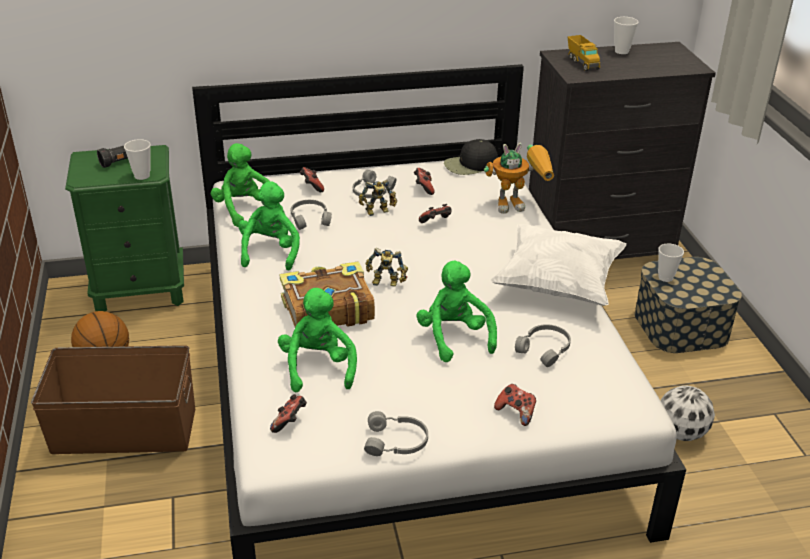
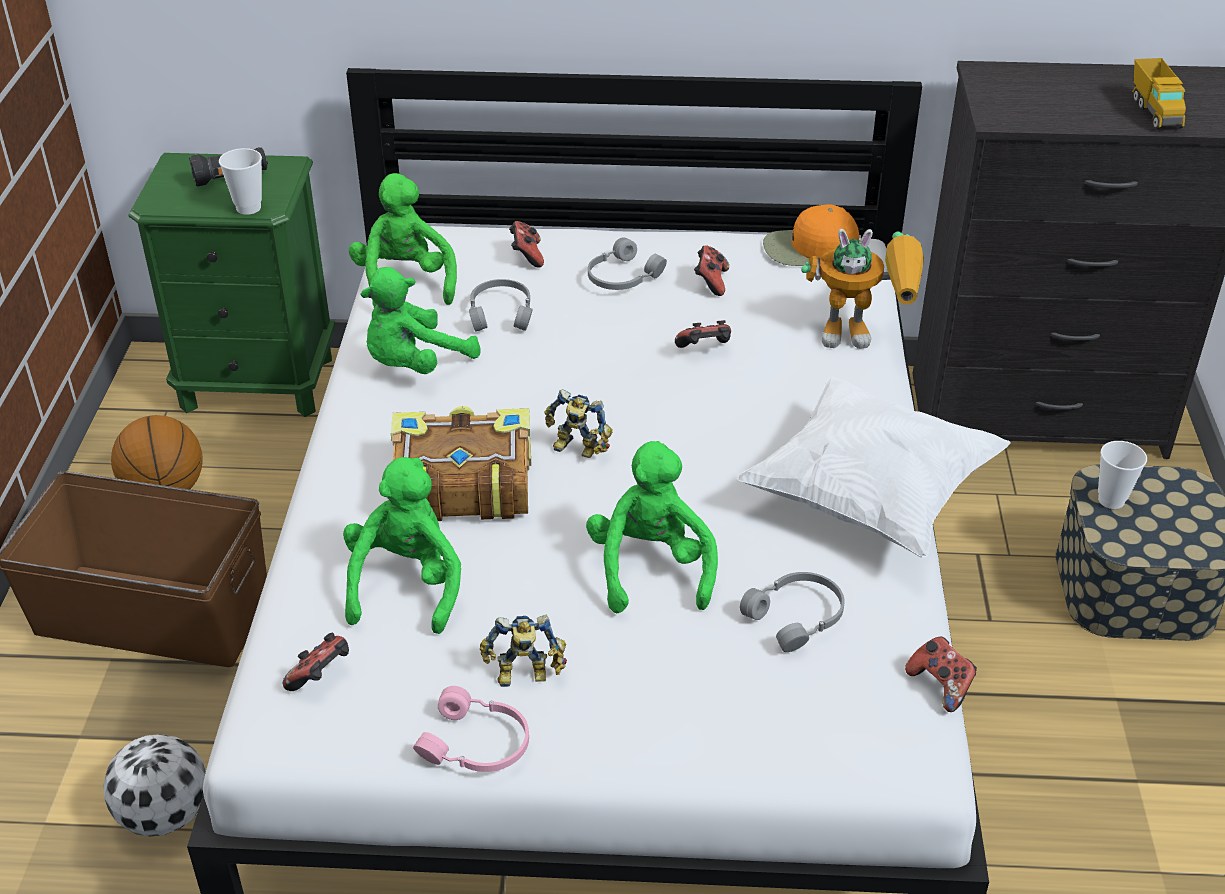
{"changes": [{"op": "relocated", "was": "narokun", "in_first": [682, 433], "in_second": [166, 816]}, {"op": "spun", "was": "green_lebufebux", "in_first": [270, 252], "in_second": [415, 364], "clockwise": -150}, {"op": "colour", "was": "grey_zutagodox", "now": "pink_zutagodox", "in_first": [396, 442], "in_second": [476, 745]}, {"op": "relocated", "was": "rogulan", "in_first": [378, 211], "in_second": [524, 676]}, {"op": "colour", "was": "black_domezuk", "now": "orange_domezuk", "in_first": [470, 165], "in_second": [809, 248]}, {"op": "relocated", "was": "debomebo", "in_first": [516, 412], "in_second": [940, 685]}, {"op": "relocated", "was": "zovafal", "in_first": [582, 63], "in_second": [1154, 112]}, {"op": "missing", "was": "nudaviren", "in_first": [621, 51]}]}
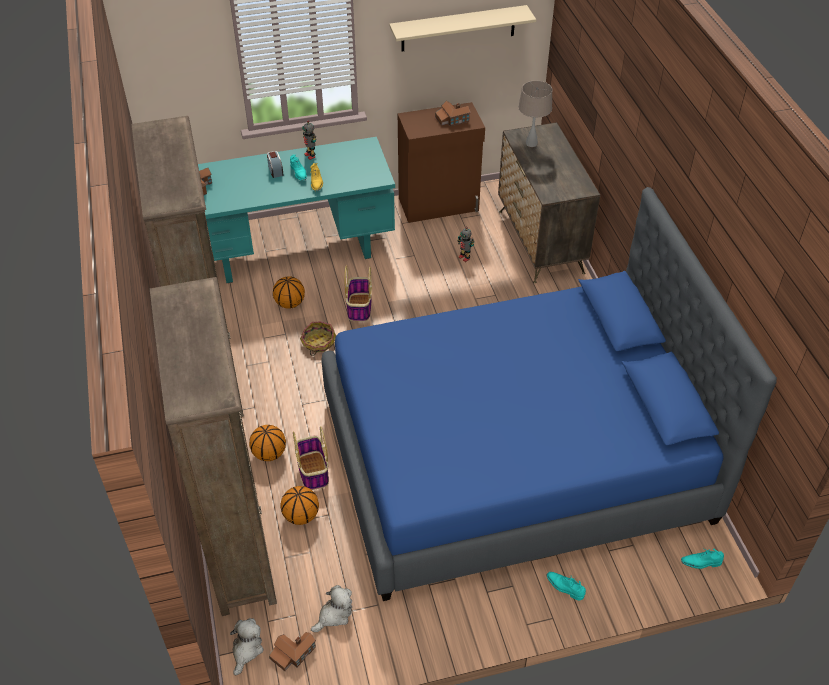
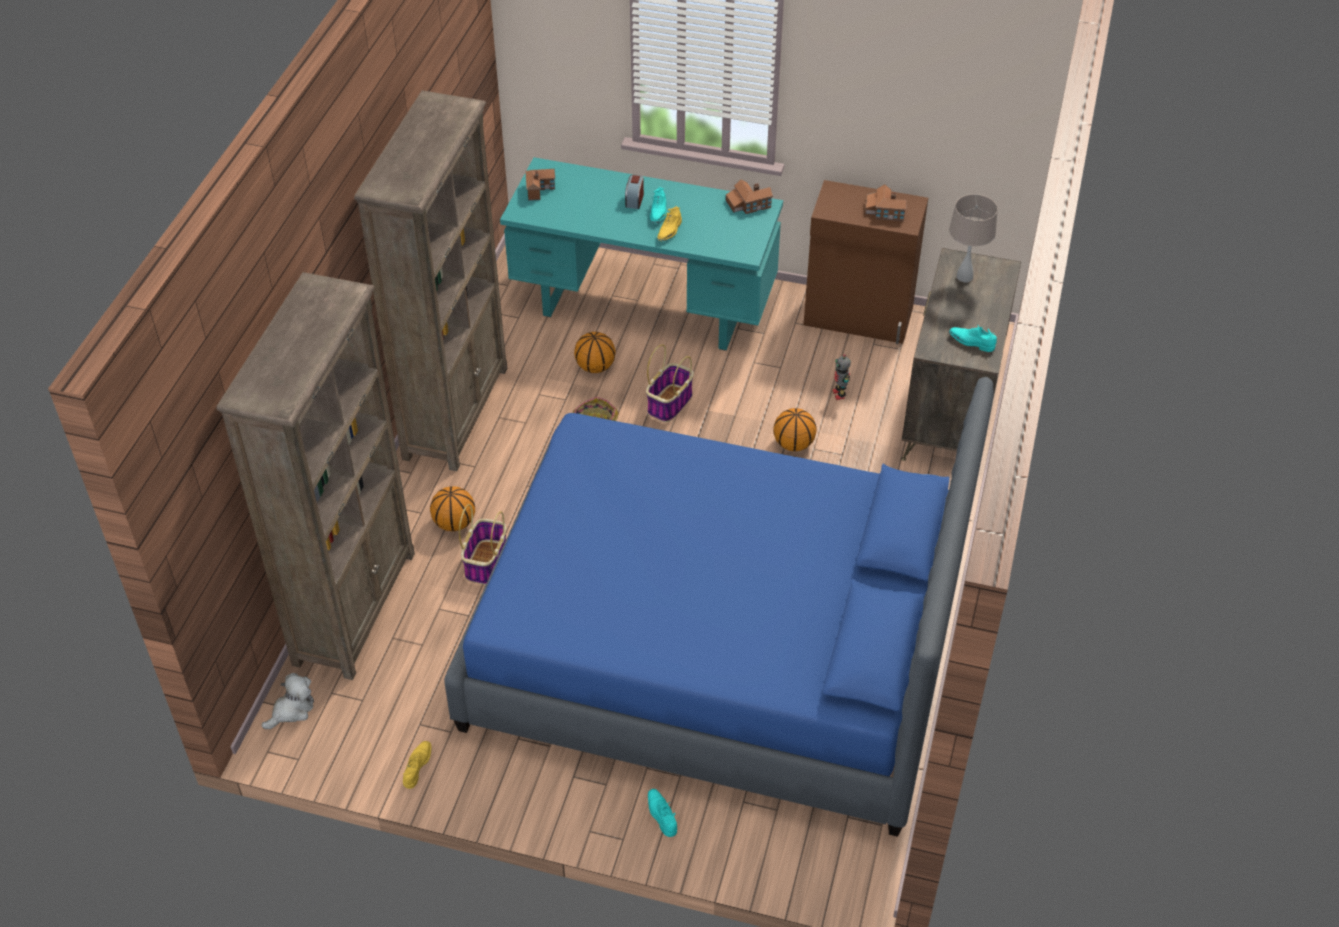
{"changes": [{"op": "appeared", "now": "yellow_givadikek", "in_second": [417, 766]}, {"op": "relocated", "was": "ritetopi", "in_first": [293, 653], "in_second": [748, 204]}, {"op": "relocated", "was": "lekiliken", "in_first": [301, 516], "in_second": [794, 444]}, {"op": "relocated", "was": "turquoise_givadikek", "in_first": [701, 562], "in_second": [971, 342]}, {"op": "missing", "was": "rogulan", "in_first": [310, 155]}, {"op": "missing", "was": "lebufebux", "in_first": [334, 615]}, {"op": "missing", "was": "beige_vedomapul", "in_first": [458, 28]}]}
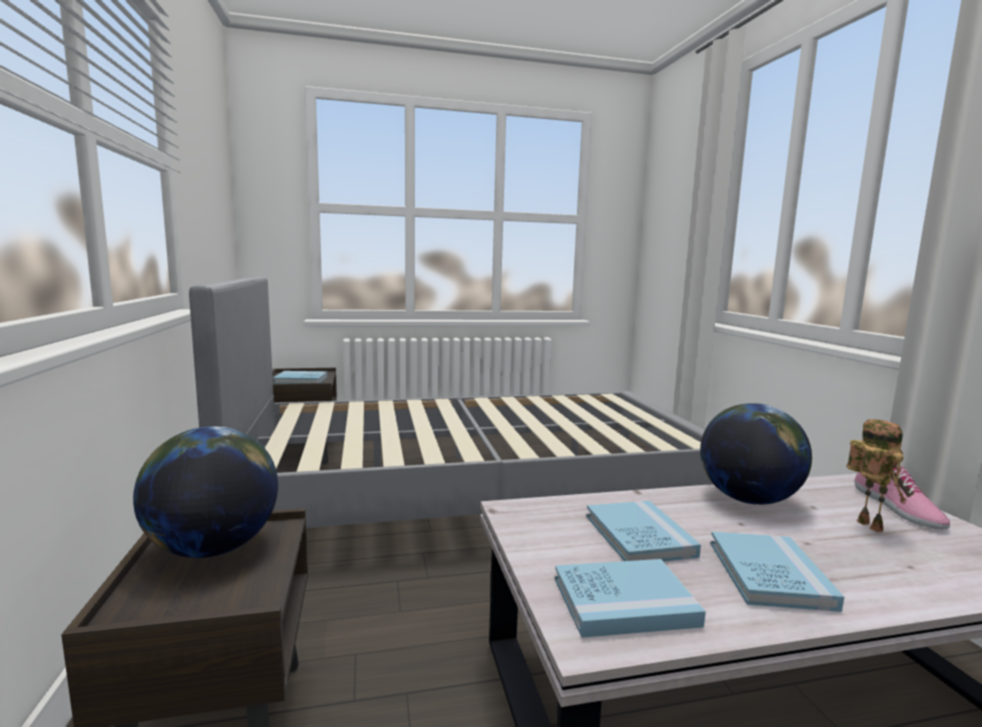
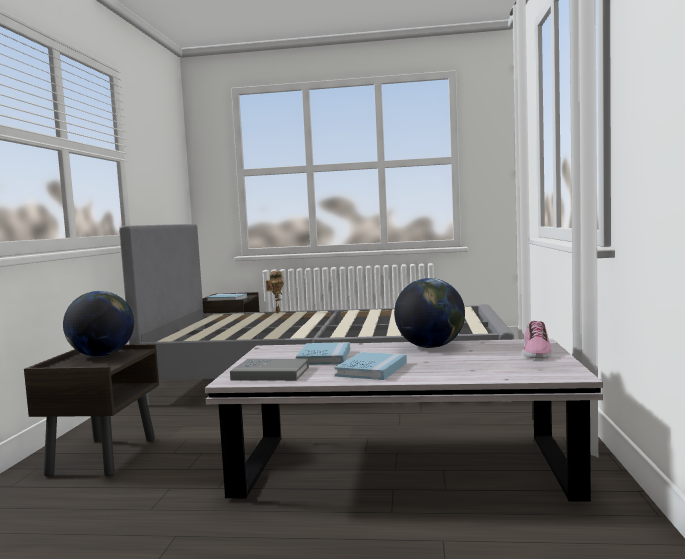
{"changes": [{"op": "colour", "was": "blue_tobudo", "now": "grey_tobudo", "in_first": [624, 602], "in_second": [271, 373]}, {"op": "relocated", "was": "rogulan", "in_first": [865, 525], "in_second": [276, 312]}]}
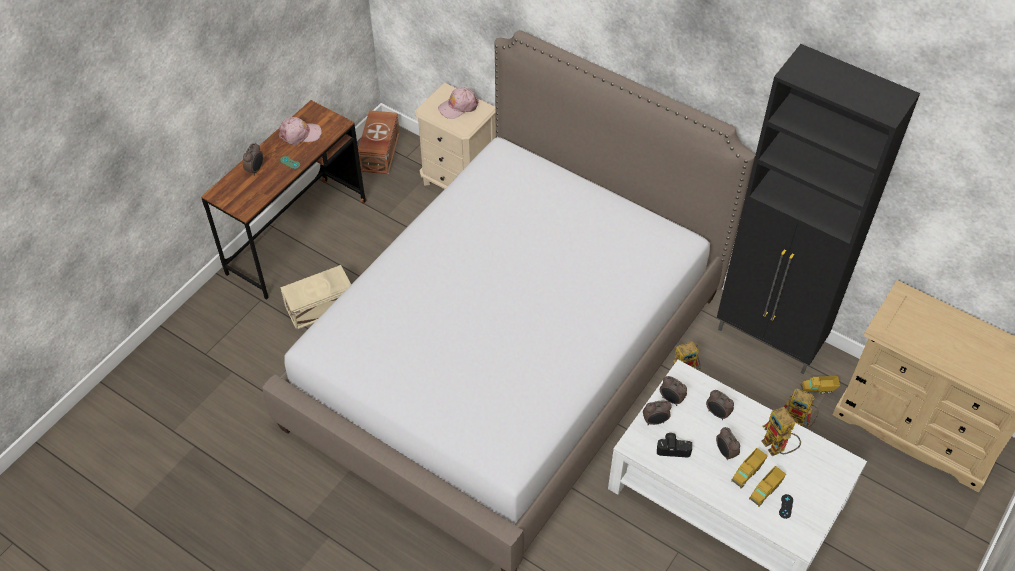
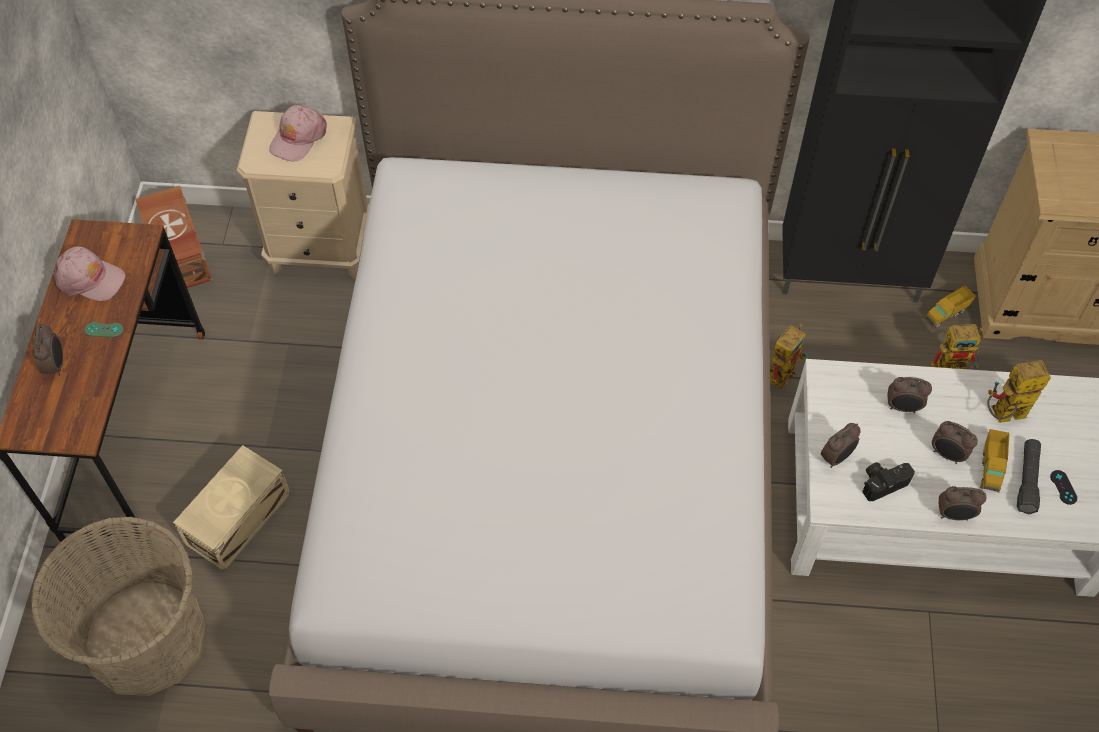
{"changes": [{"op": "appeared", "now": "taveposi", "in_second": [145, 637]}, {"op": "spun", "was": "pink_domezuk", "in_first": [300, 134], "in_second": [90, 279], "clockwise": 60}, {"op": "relocated", "was": "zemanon", "in_first": [671, 399], "in_second": [954, 515]}, {"op": "spun", "was": "rogulan", "in_first": [777, 448], "in_second": [1002, 416], "clockwise": 135}, {"op": "exchanged", "was": "zovafal", "now": "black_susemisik", "in_first": [765, 491], "in_second": [1027, 480]}]}
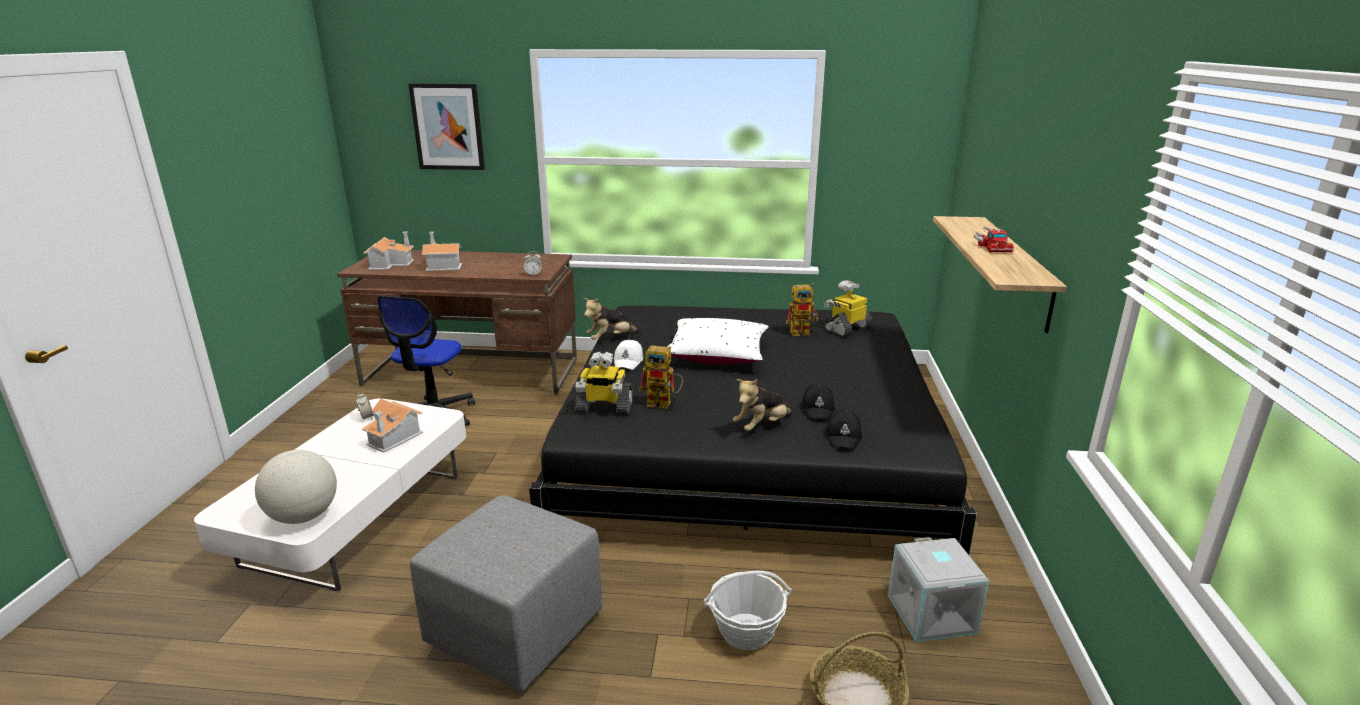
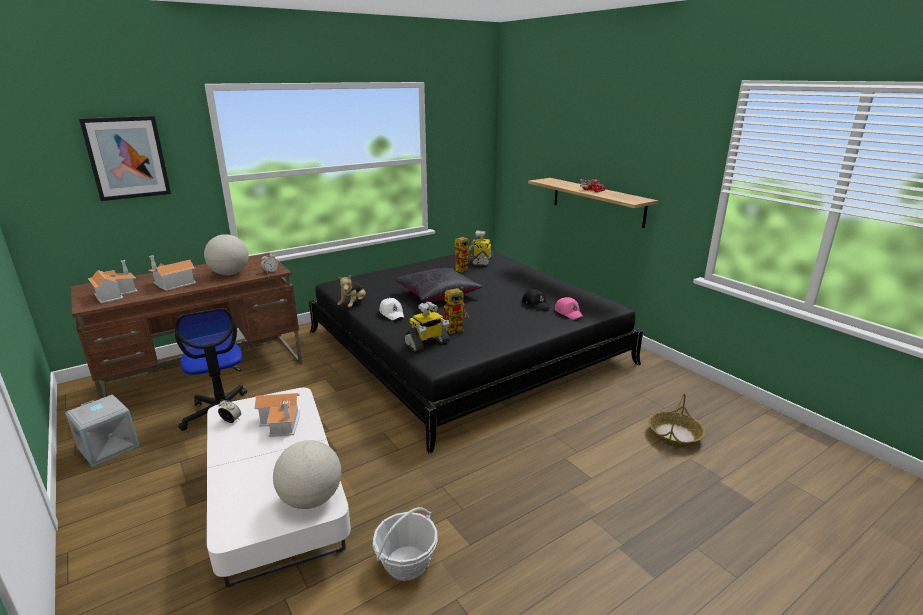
{"changes": [{"op": "relocated", "was": "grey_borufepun", "in_first": [933, 614], "in_second": [109, 446]}, {"op": "appeared", "now": "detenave", "in_second": [230, 274]}, {"op": "relocated", "was": "taveposi", "in_first": [746, 631], "in_second": [406, 563]}, {"op": "colour", "was": "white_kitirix", "now": "black_kitirix", "in_first": [716, 355], "in_second": [438, 294]}, {"op": "colour", "was": "black_domezuk", "now": "pink_domezuk", "in_first": [844, 436], "in_second": [568, 313]}, {"op": "missing", "was": "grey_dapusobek", "in_first": [513, 629]}, {"op": "missing", "was": "lebufebux", "in_first": [762, 426]}]}
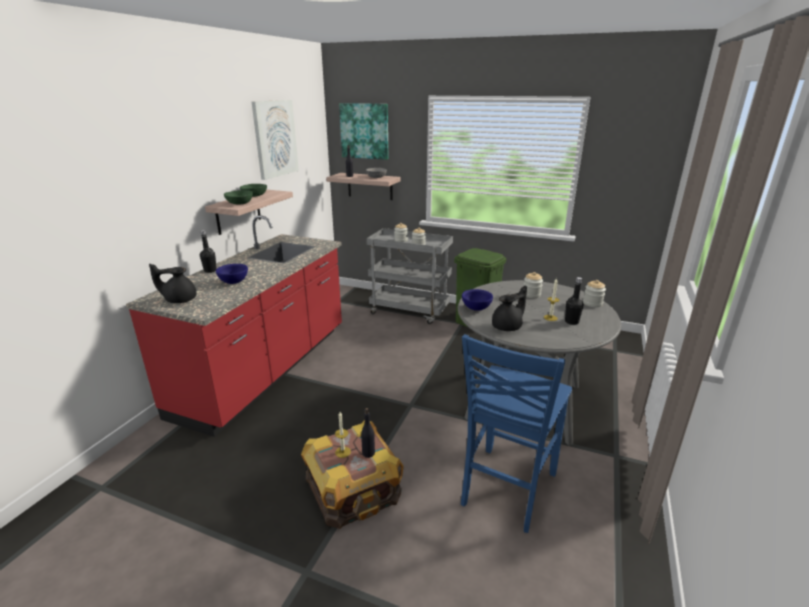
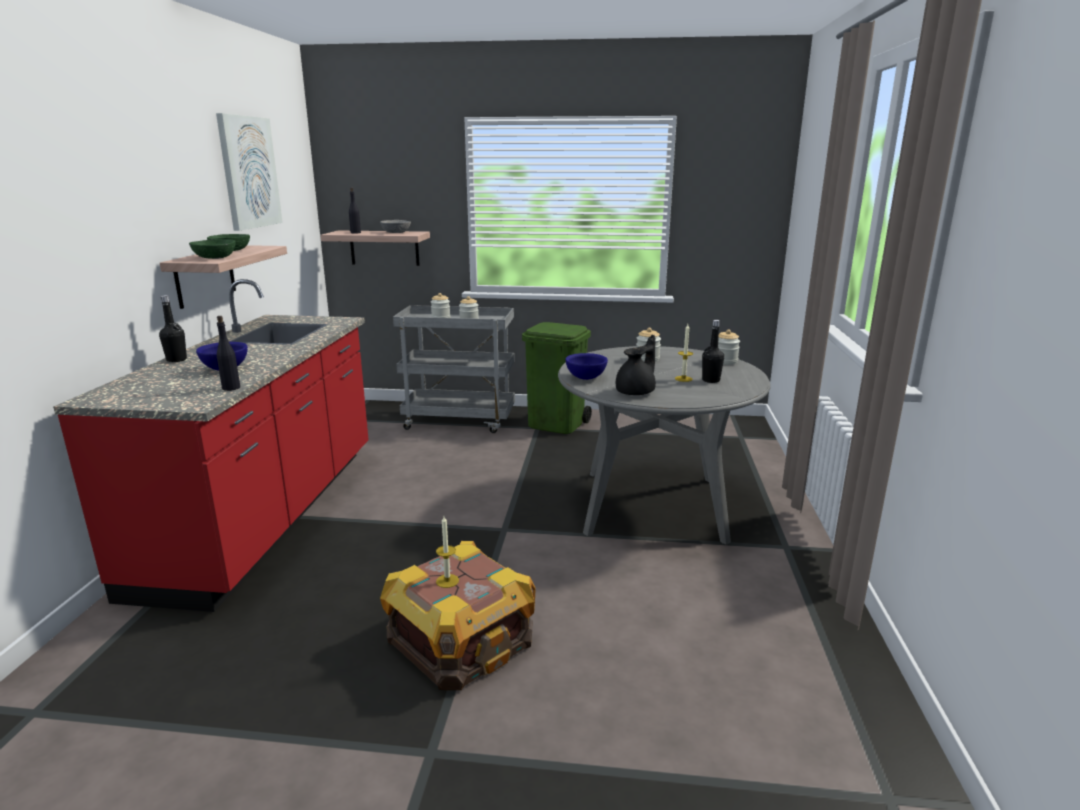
{"changes": [{"op": "relocated", "was": "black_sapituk", "in_first": [368, 453], "in_second": [231, 388]}, {"op": "missing", "was": "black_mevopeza", "in_first": [179, 299]}, {"op": "missing", "was": "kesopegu", "in_first": [364, 131]}, {"op": "missing", "was": "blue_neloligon", "in_first": [506, 489]}]}
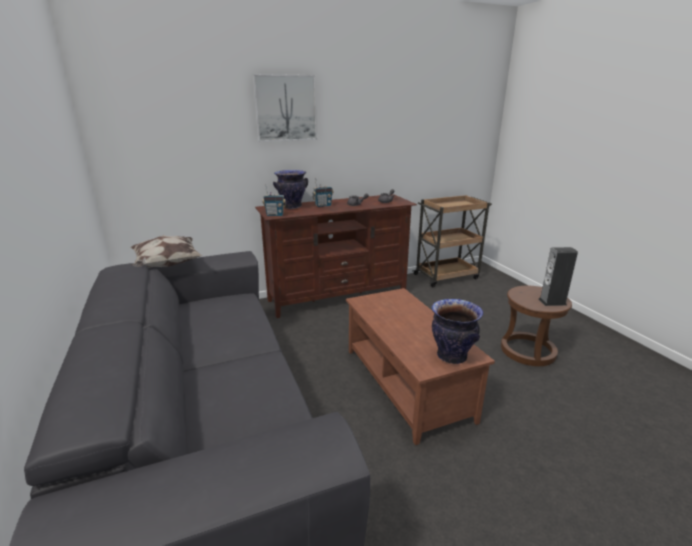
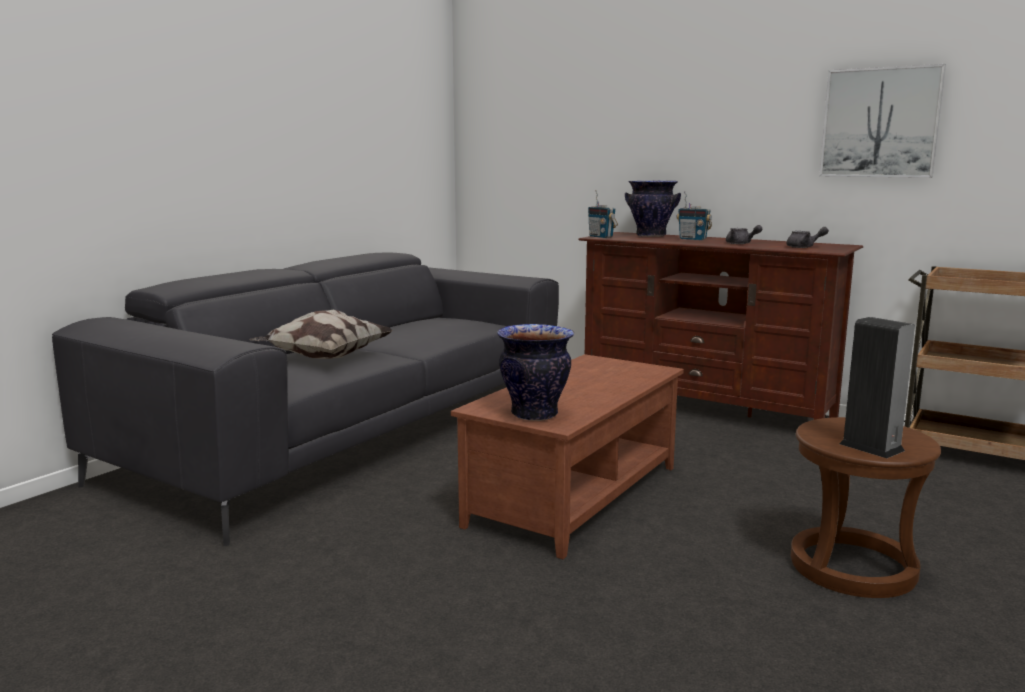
{"changes": [{"op": "relocated", "was": "kitirix", "in_first": [166, 265], "in_second": [323, 358]}, {"op": "relocated", "was": "kesopegu", "in_first": [285, 108], "in_second": [880, 123]}]}
